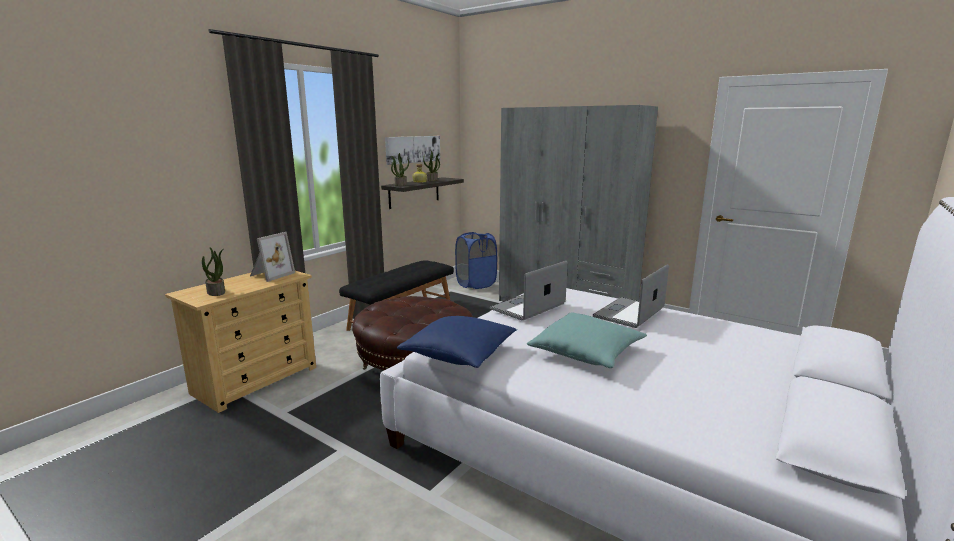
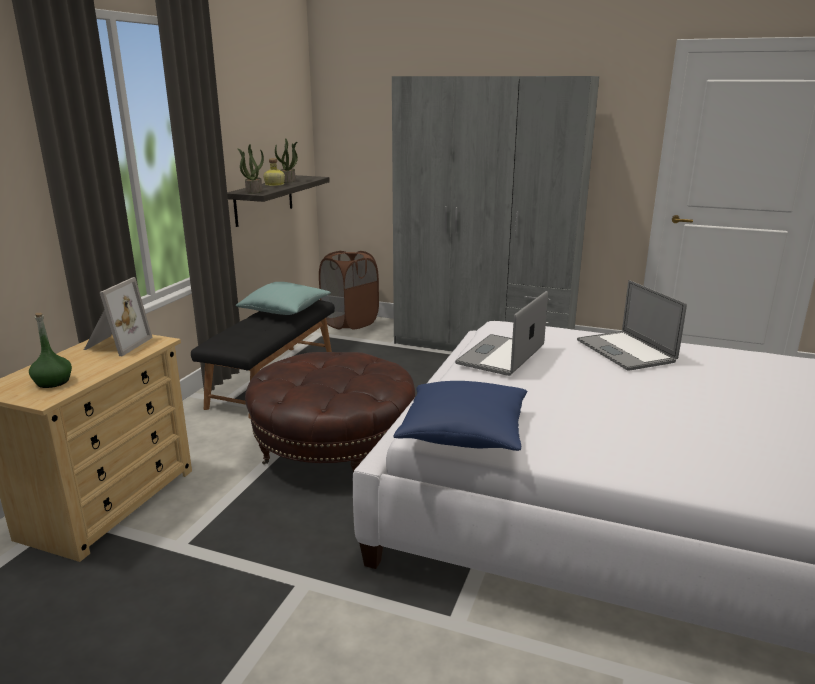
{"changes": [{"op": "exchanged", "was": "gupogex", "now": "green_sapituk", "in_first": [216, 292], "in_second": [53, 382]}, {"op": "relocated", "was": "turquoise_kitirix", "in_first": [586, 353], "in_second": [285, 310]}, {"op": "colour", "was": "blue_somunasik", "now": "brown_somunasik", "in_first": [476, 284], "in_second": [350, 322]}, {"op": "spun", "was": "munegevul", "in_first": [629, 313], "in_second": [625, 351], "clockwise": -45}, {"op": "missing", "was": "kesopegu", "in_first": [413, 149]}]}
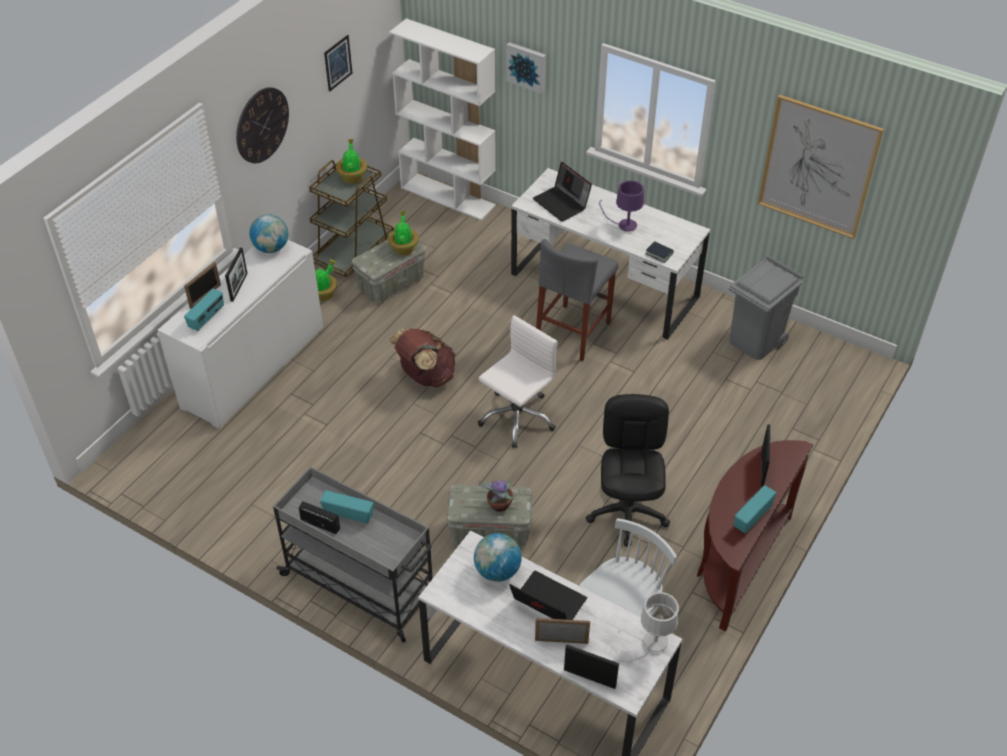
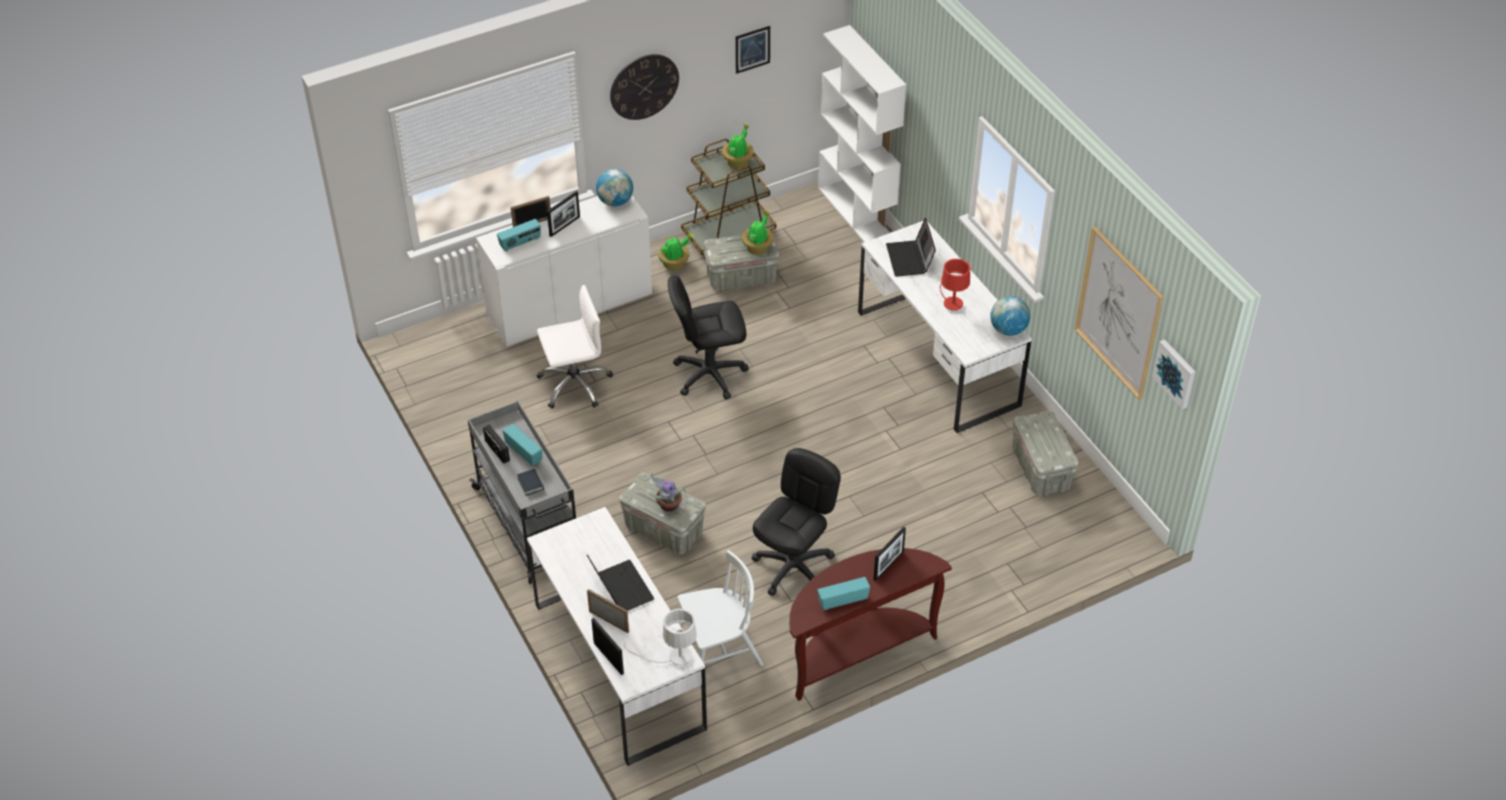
{"changes": [{"op": "relocated", "was": "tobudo", "in_first": [659, 254], "in_second": [530, 484]}, {"op": "relocated", "was": "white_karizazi", "in_first": [517, 417], "in_second": [574, 384]}, {"op": "exchanged", "was": "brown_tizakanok", "now": "black_karizazi", "in_first": [425, 376], "in_second": [709, 374]}, {"op": "colour", "was": "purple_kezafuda", "now": "red_kezafuda", "in_first": [623, 224], "in_second": [951, 301]}, {"op": "relocated", "was": "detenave", "in_first": [497, 571], "in_second": [1008, 330]}, {"op": "exchanged", "was": "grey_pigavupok", "now": "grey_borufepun", "in_first": [755, 341], "in_second": [1041, 470]}, {"op": "relocated", "was": "kesopegu", "in_first": [527, 66], "in_second": [1176, 373]}, {"op": "missing", "was": "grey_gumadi", "in_first": [573, 332]}]}
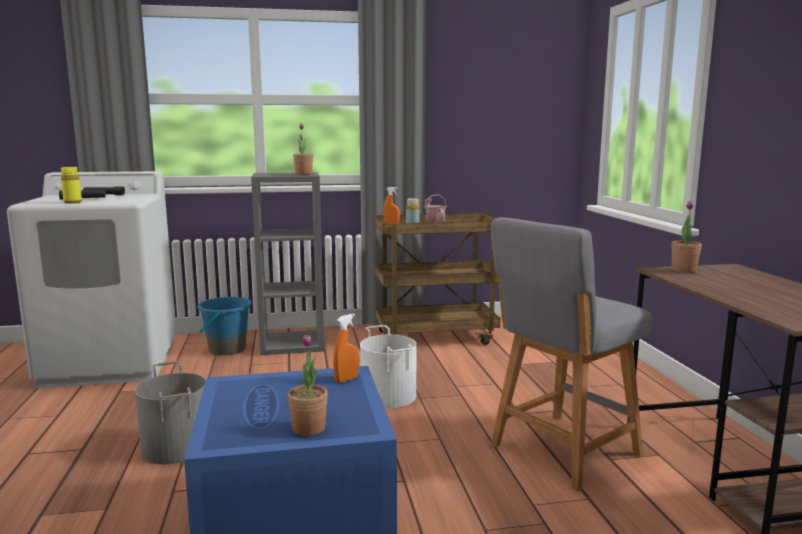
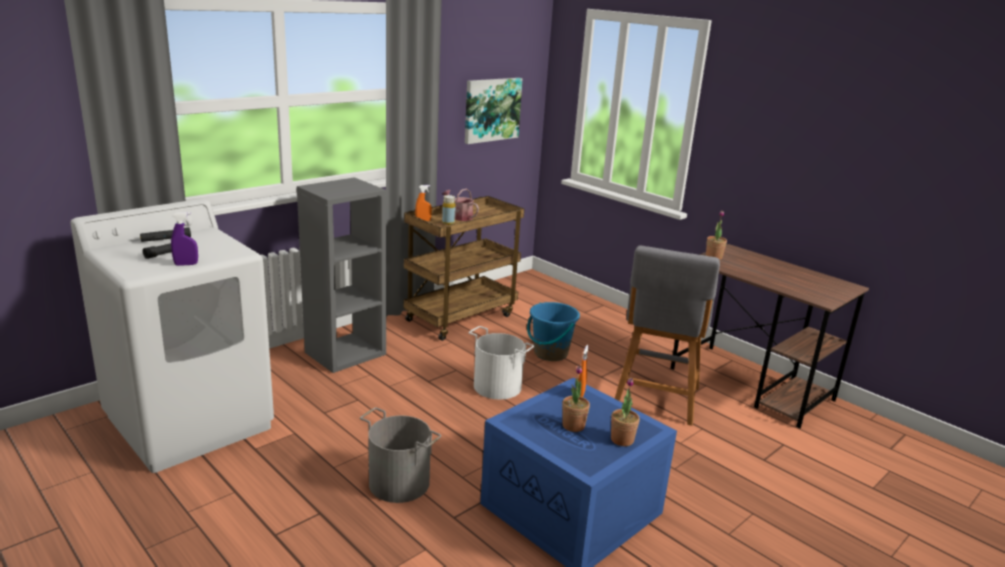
{"changes": [{"op": "exchanged", "was": "yellow_sapituk", "now": "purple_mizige", "in_first": [72, 202], "in_second": [186, 264]}, {"op": "appeared", "now": "kesopegu", "in_second": [491, 109]}, {"op": "relocated", "was": "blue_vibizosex", "in_first": [227, 349], "in_second": [550, 353]}, {"op": "relocated", "was": "gupogex", "in_first": [303, 174], "in_second": [573, 426]}]}
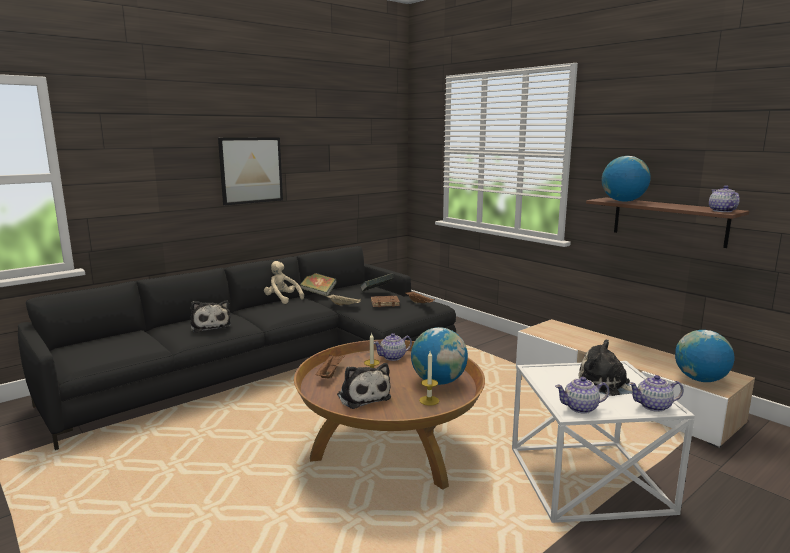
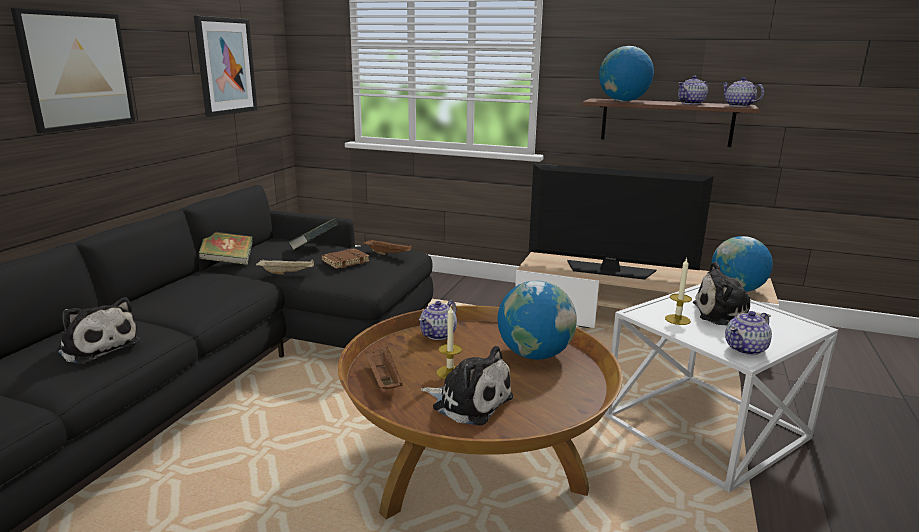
{"changes": [{"op": "appeared", "now": "kesopegu", "in_second": [226, 66]}, {"op": "appeared", "now": "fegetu", "in_second": [609, 270]}, {"op": "relocated", "was": "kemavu", "in_first": [429, 400], "in_second": [677, 319]}, {"op": "relocated", "was": "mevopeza", "in_first": [654, 406], "in_second": [691, 103]}, {"op": "missing", "was": "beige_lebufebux", "in_first": [282, 299]}]}
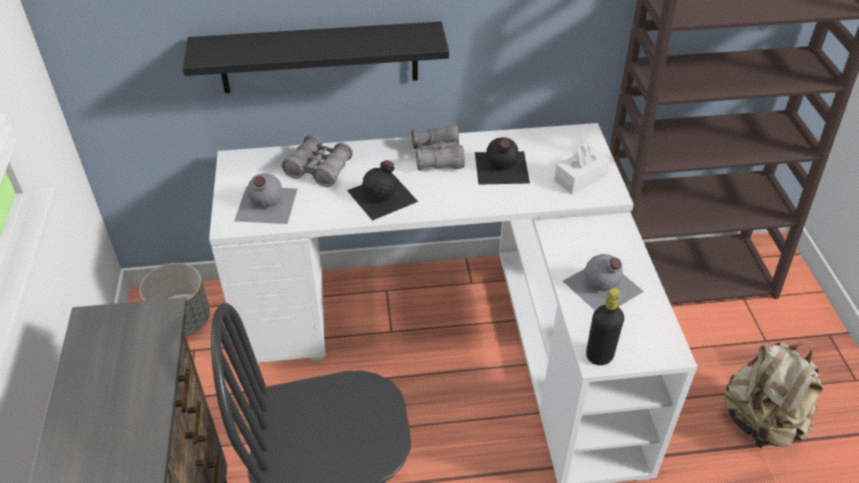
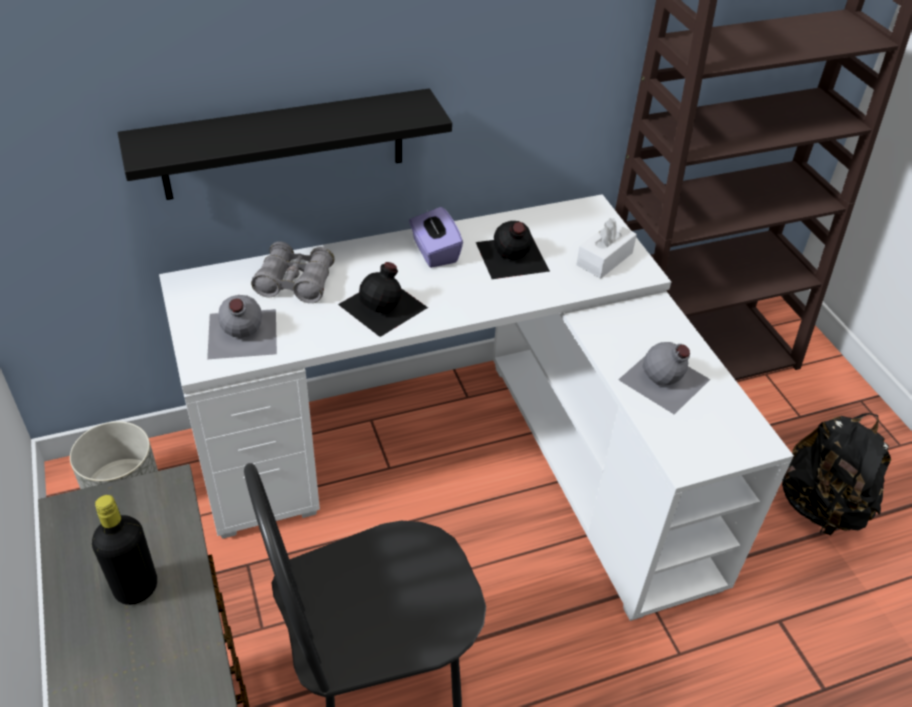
{"changes": [{"op": "relocated", "was": "black_sapituk", "in_first": [599, 355], "in_second": [136, 588]}, {"op": "exchanged", "was": "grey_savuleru", "now": "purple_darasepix", "in_first": [438, 156], "in_second": [434, 252]}, {"op": "colour", "was": "beige_tizakanok", "now": "black_tizakanok", "in_first": [761, 422], "in_second": [820, 507]}]}
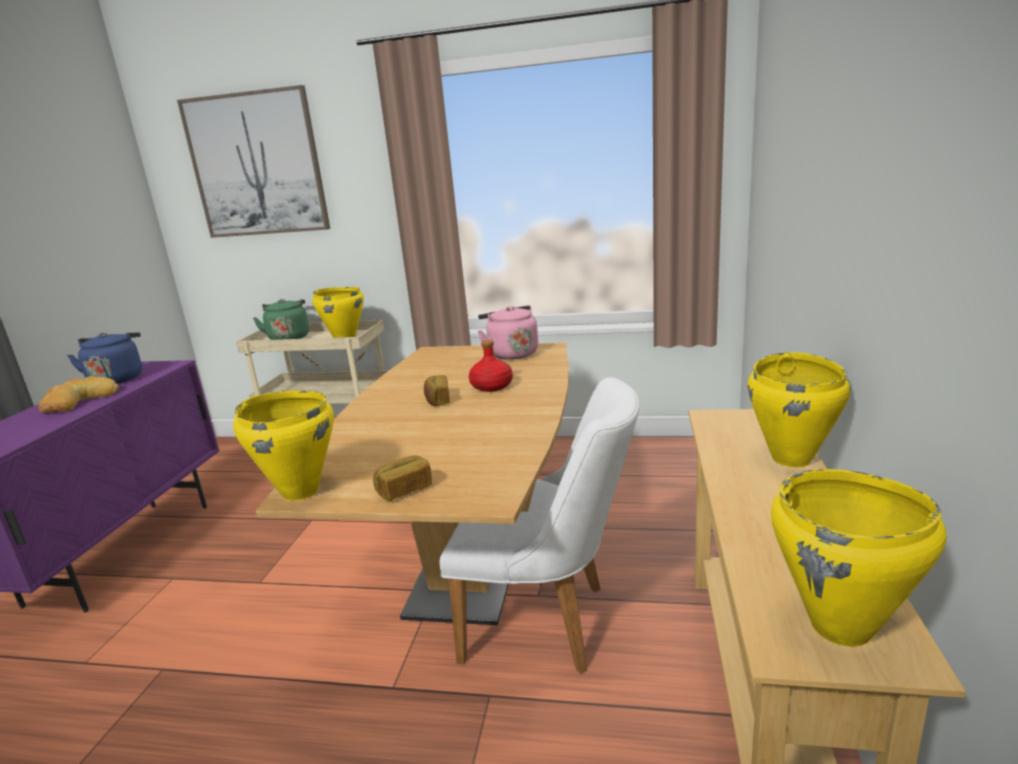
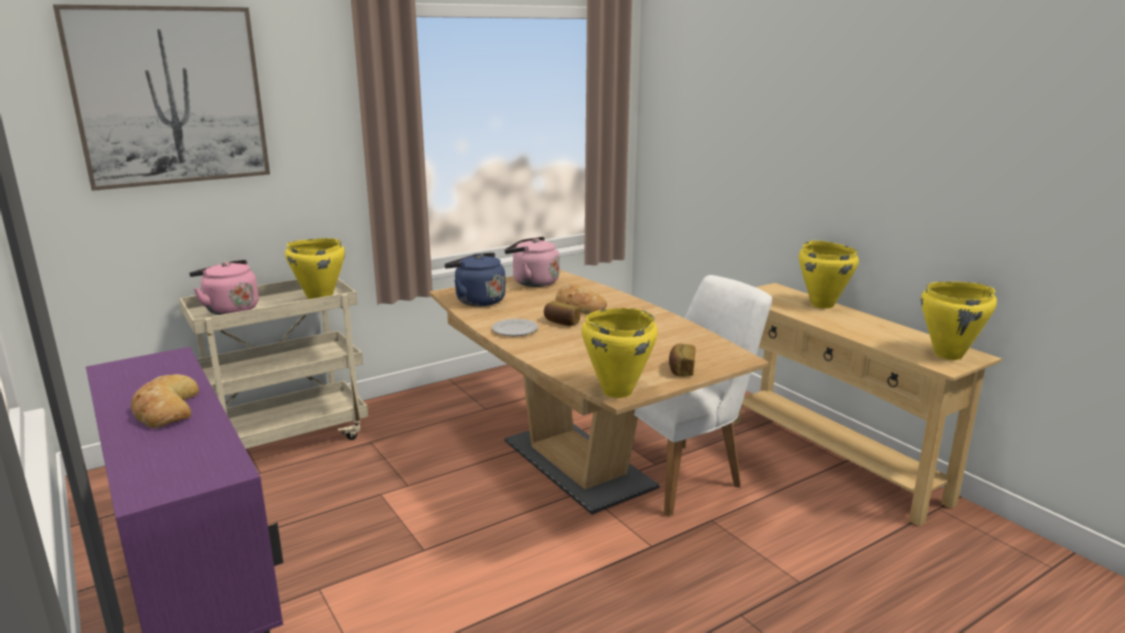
{"changes": [{"op": "colour", "was": "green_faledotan", "now": "pink_faledotan", "in_first": [289, 338], "in_second": [229, 309]}, {"op": "relocated", "was": "blue_faledotan", "in_first": [117, 379], "in_second": [477, 300]}, {"op": "appeared", "now": "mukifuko", "in_second": [515, 330]}, {"op": "exchanged", "was": "red_sapituk", "now": "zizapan", "in_first": [492, 386], "in_second": [579, 305]}]}
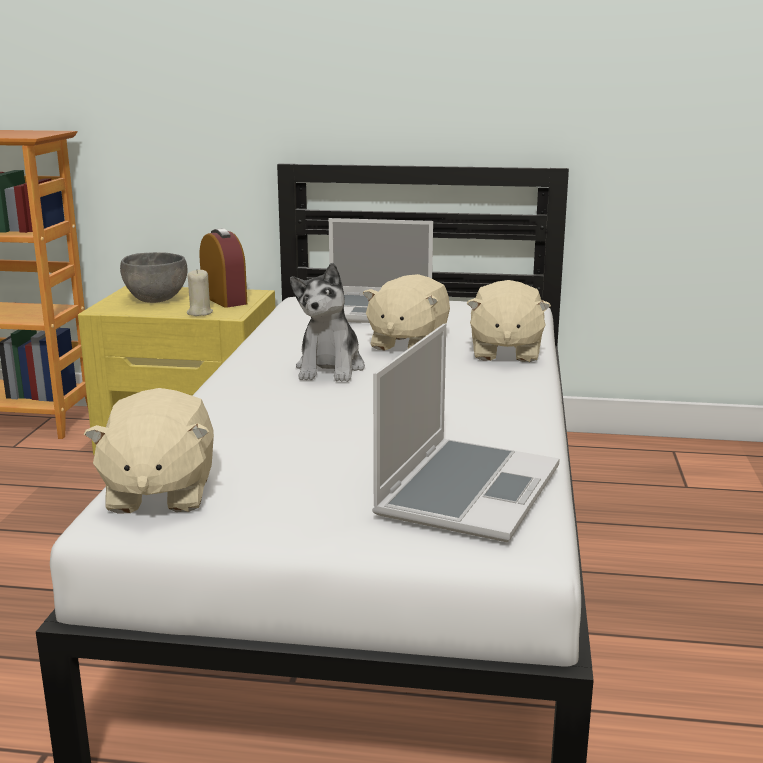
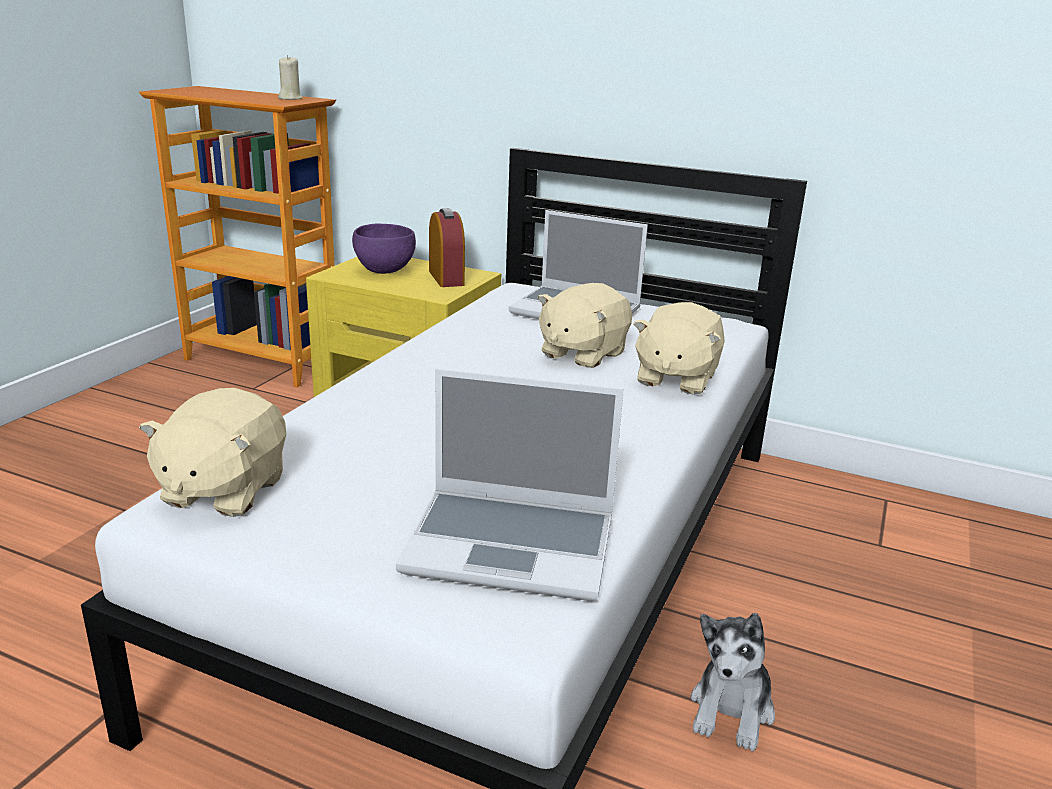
{"changes": [{"op": "relocated", "was": "beige_kemavu", "in_first": [199, 313], "in_second": [290, 98]}, {"op": "colour", "was": "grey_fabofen", "now": "purple_fabofen", "in_first": [155, 300], "in_second": [384, 270]}, {"op": "spun", "was": "munegevul", "in_first": [467, 490], "in_second": [513, 545], "clockwise": 60}, {"op": "relocated", "was": "lebufebux", "in_first": [330, 369], "in_second": [732, 710]}]}
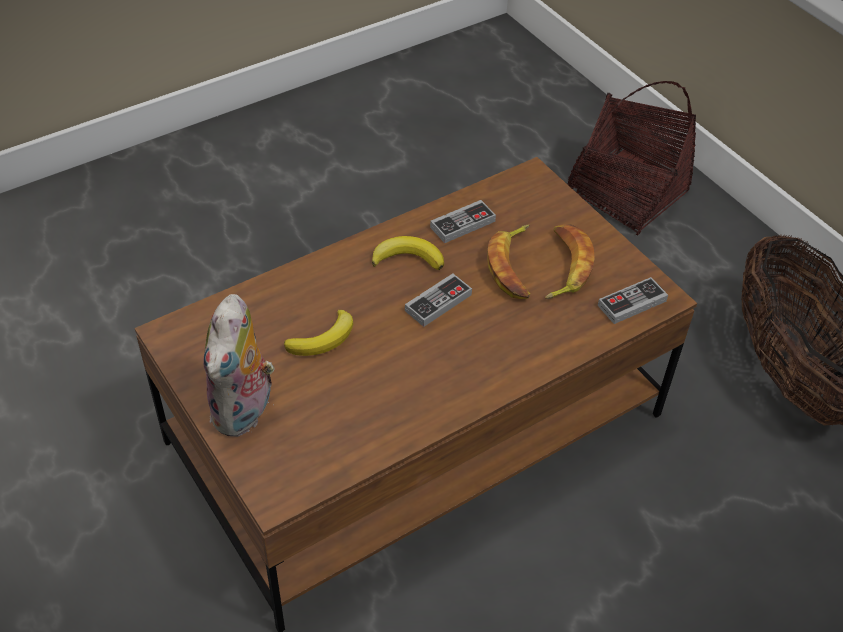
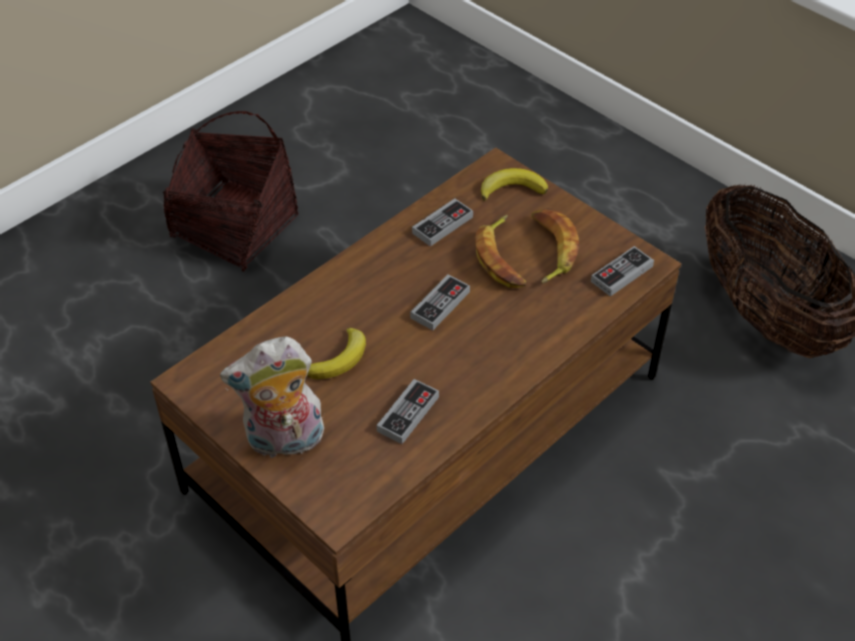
{"changes": [{"op": "relocated", "was": "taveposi", "in_first": [626, 193], "in_second": [234, 227]}, {"op": "spun", "was": "lebufebux", "in_first": [245, 411], "in_second": [284, 442], "clockwise": 75}, {"op": "appeared", "now": "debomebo", "in_second": [408, 414]}, {"op": "relocated", "was": "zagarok", "in_first": [408, 258], "in_second": [512, 188]}]}
